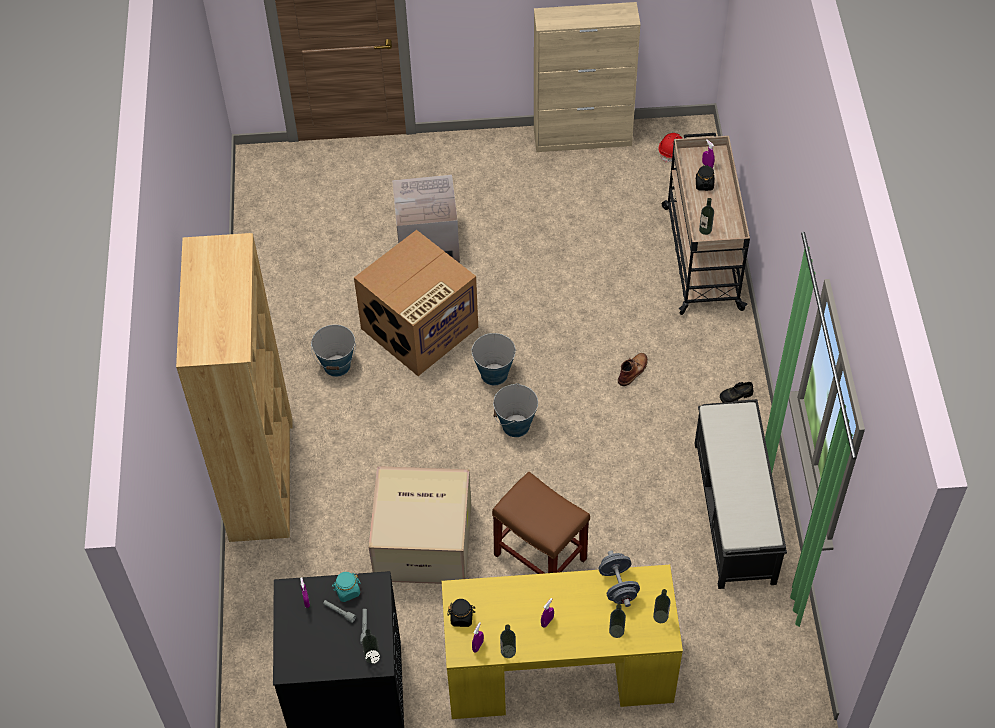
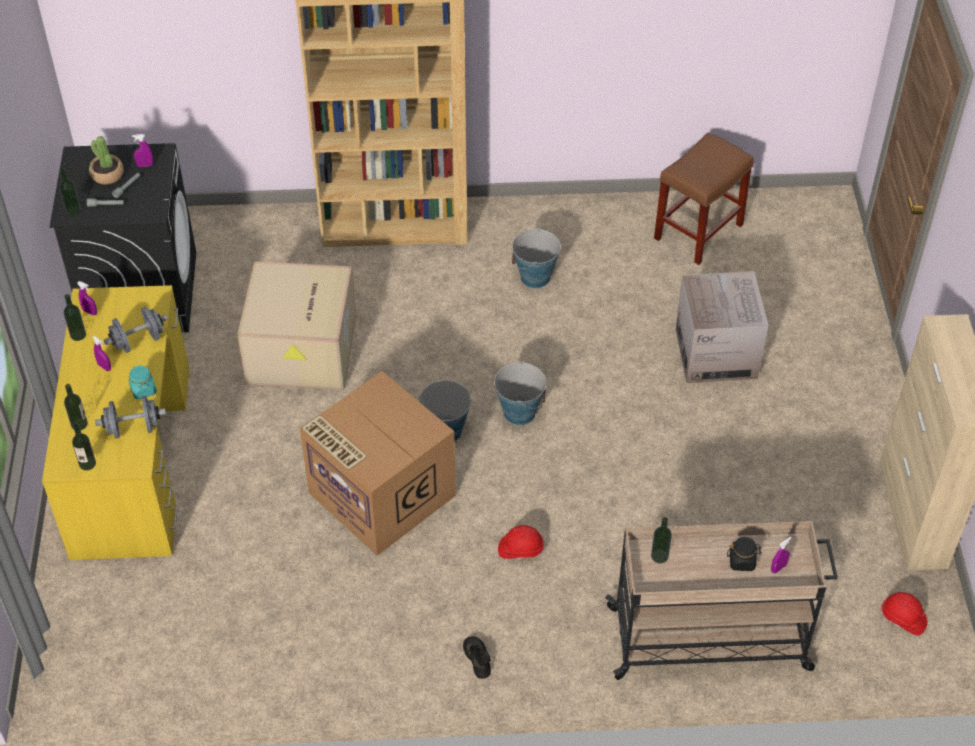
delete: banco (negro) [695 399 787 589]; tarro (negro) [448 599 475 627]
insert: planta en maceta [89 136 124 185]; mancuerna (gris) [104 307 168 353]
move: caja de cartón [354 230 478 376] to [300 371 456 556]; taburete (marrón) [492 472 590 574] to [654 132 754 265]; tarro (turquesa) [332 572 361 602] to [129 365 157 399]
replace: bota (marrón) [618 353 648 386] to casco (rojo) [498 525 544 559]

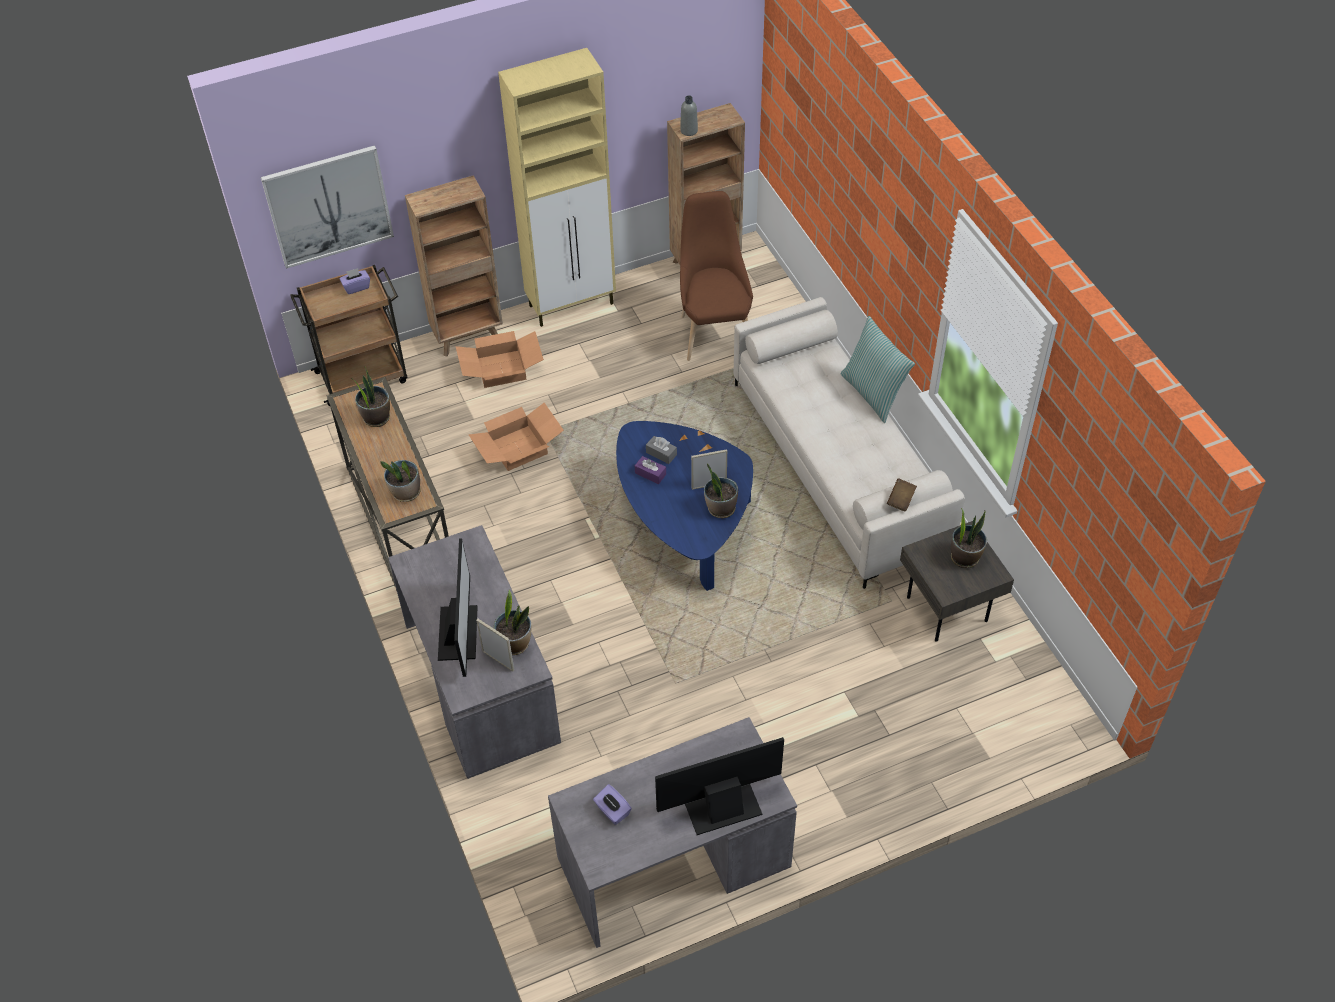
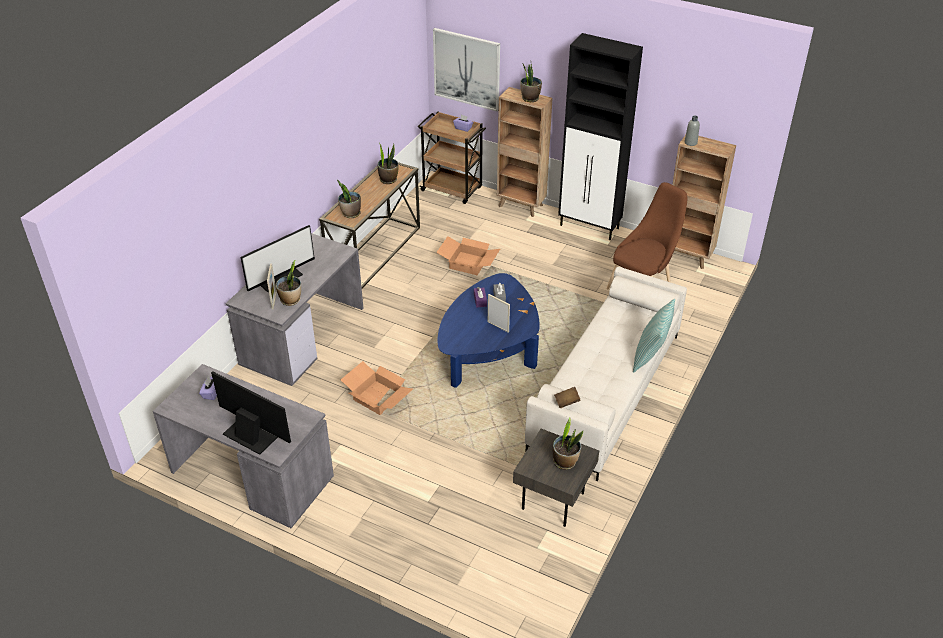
move: caja de cartón [455 331 544 388] to [341 361 413 415]; planta en maceta [704 464 738 519] to [520 64 542 102]
recolor: armario (beis) [498 48 616 327] to armario (negro) [558 33 643 240]

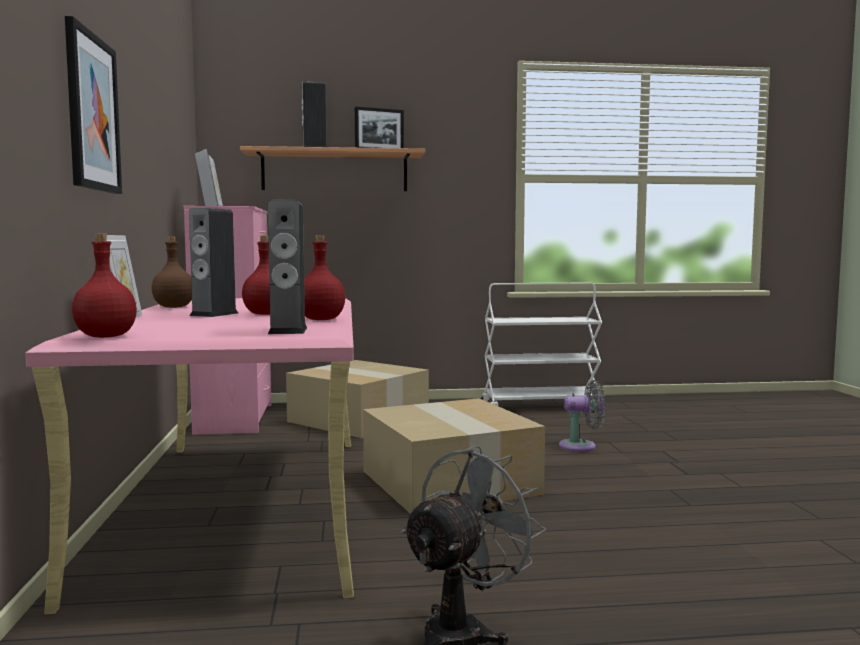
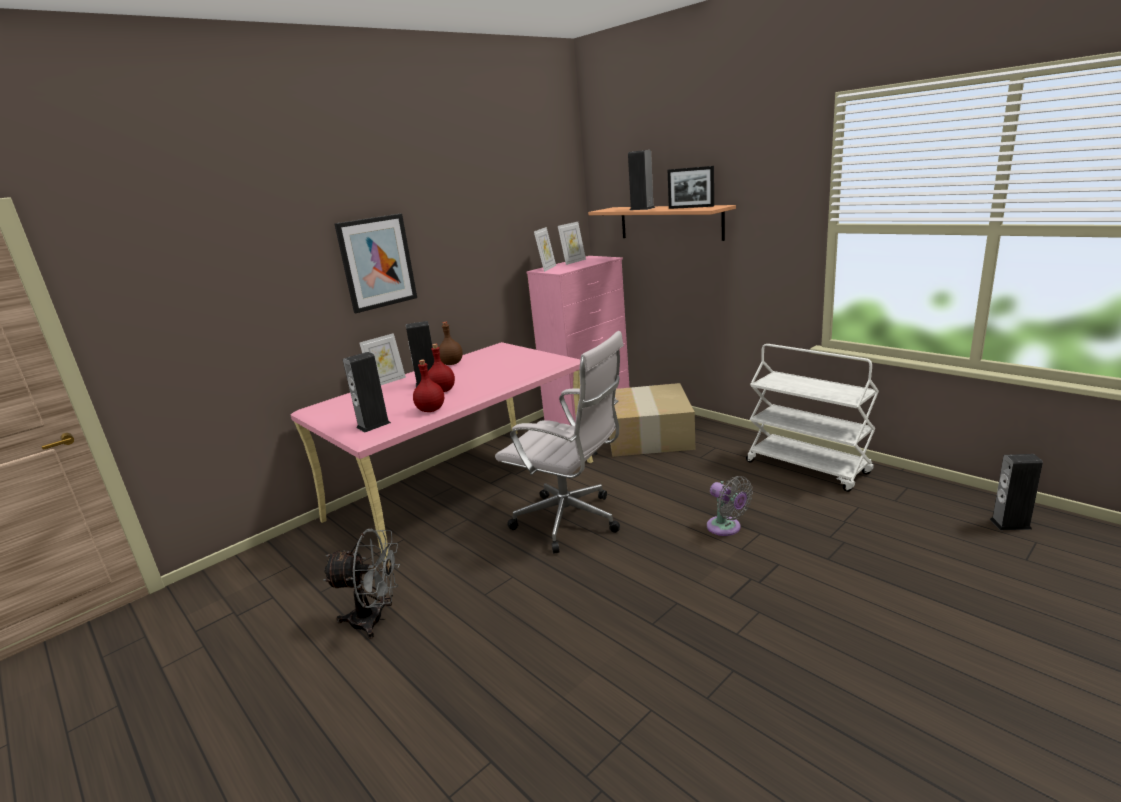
delete: botella (rojo) [72 233 137 338]
insert: altavoz [990 454 1043 530]
replace: caja de cartón [363 398 545 514] to silla de oficina (blanco) [495 331 624 554]

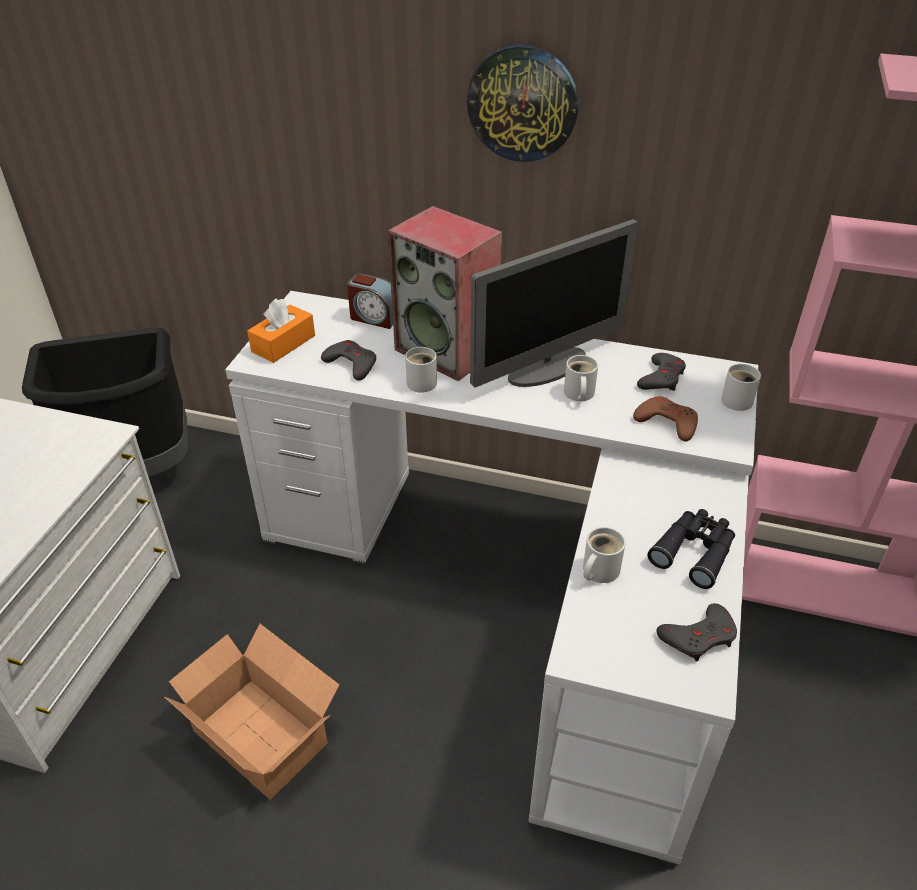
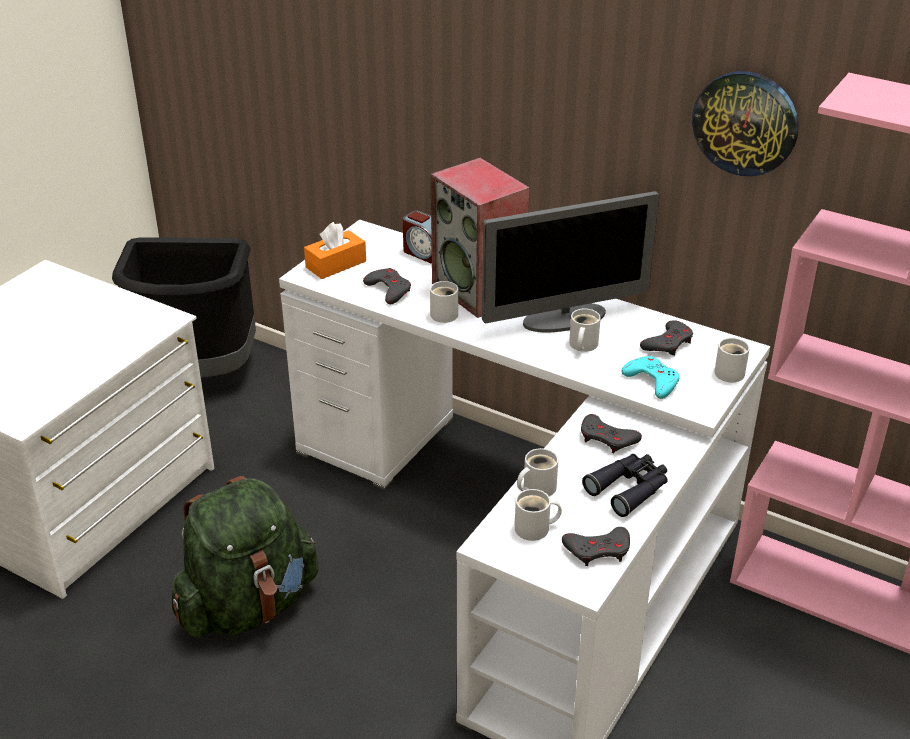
insert: mando de consola (gris) [581 414 642 453]; taza grande (blanco) [515 489 562 541]
move: reloj de pared [467 45 578 162] to [692 71 799 176]
replace: caja de cartón [165 624 339 800] to mochila (verde) [172 476 319 637]
recolor: mando de consola (marrón) [633 396 698 442] to mando de consola (turquesa) [621 356 680 399]

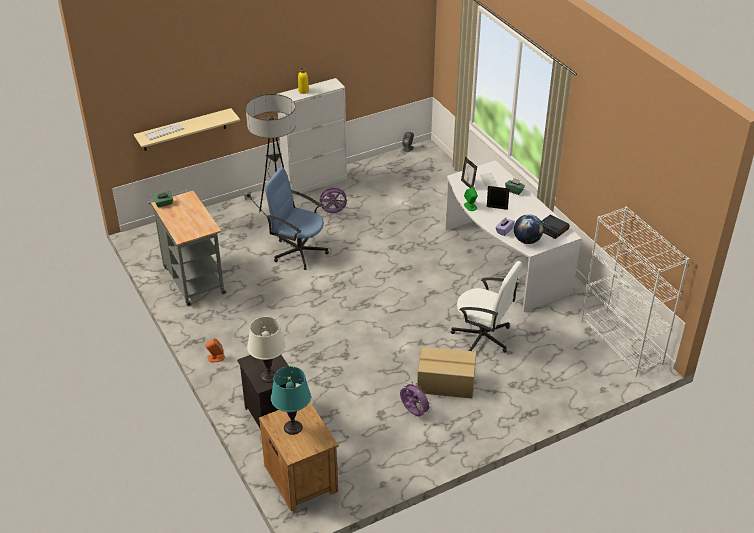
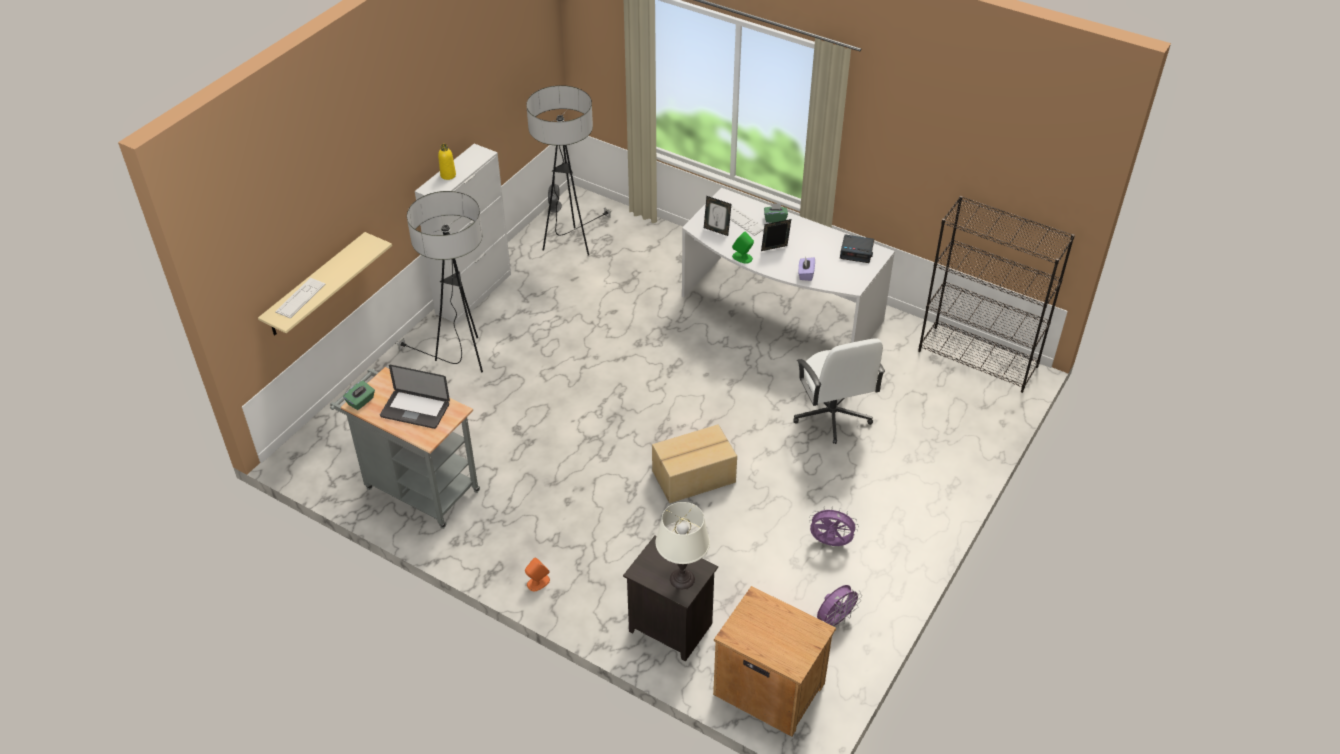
delete: silla de oficina (azul) [265 167 329 270]; globo terráqueo [514 214 544 244]; lámpara de mesa (turquesa) [271 366 311 435]
insert: lámpara de pie [526 85 611 256]; portátil [380 365 450 429]
move: ventilador (morado) [319 188 349 215] to [817 585 862 628]; caja de cartón [417 347 477 398] to [652 424 737 503]
recolor: estantería (blanco) [581 207 689 377] to estantería (negro) [918 196 1075 393]
rotate: silla de oficina (blanco) [451 261 522 353] = [793 338 885 444] 75 degrees clockwise

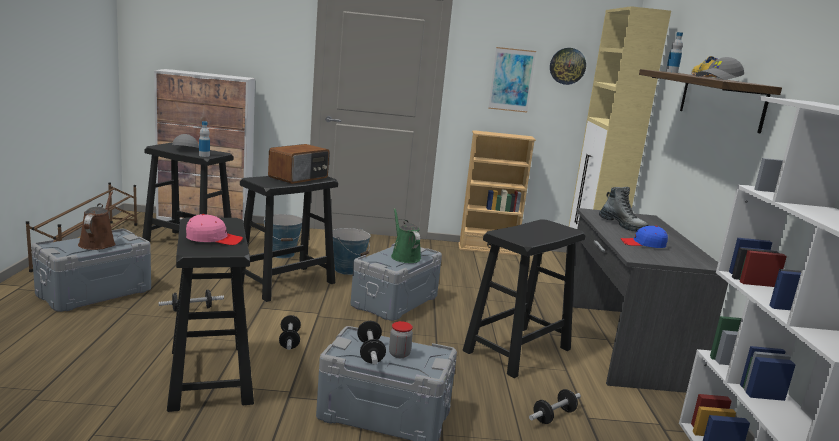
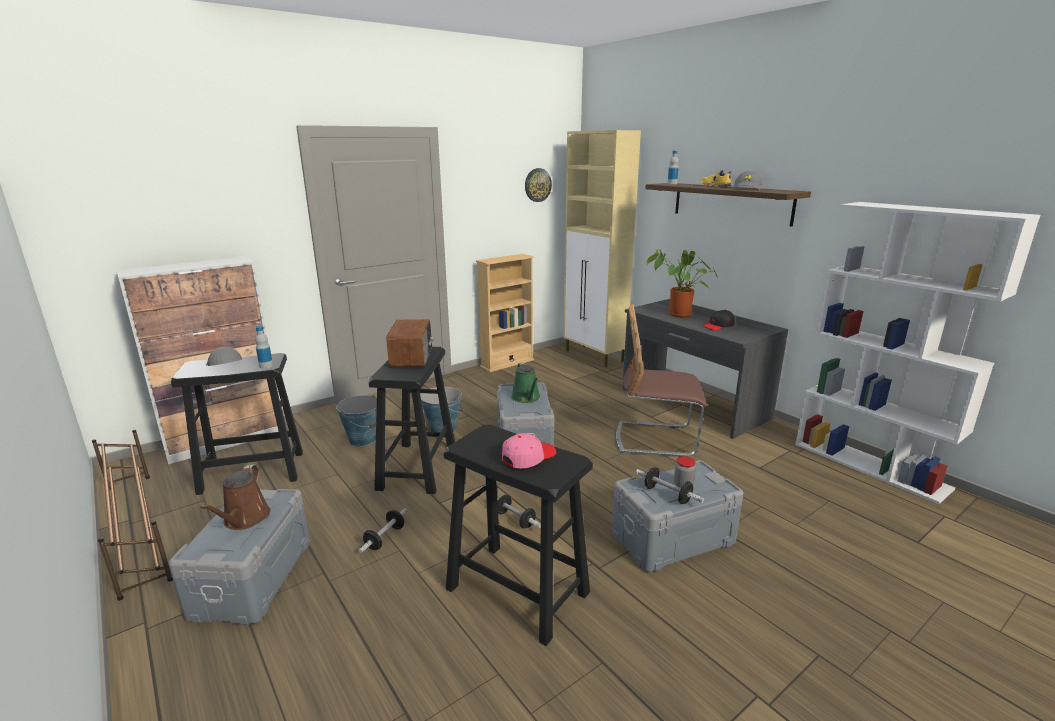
delete: cuadro [488 47 536 112]; mancuerna [529 389 581 424]
replace: bota [599 187 649 231] to planta en maceta [646 249 718 317]; taburete (negro) [463 219 586 378] to silla [616 304 707 457]
recolor: gorra (azul) [621 226 668 248] to gorra (negro) [702 310 735 330]
rotate: regadera (marrón) [78 192 115 250] = [200 465 270 530] 135 degrees counterclockwise; regadera (verde) [391 208 421 263] = [511 362 540 403] 135 degrees counterclockwise

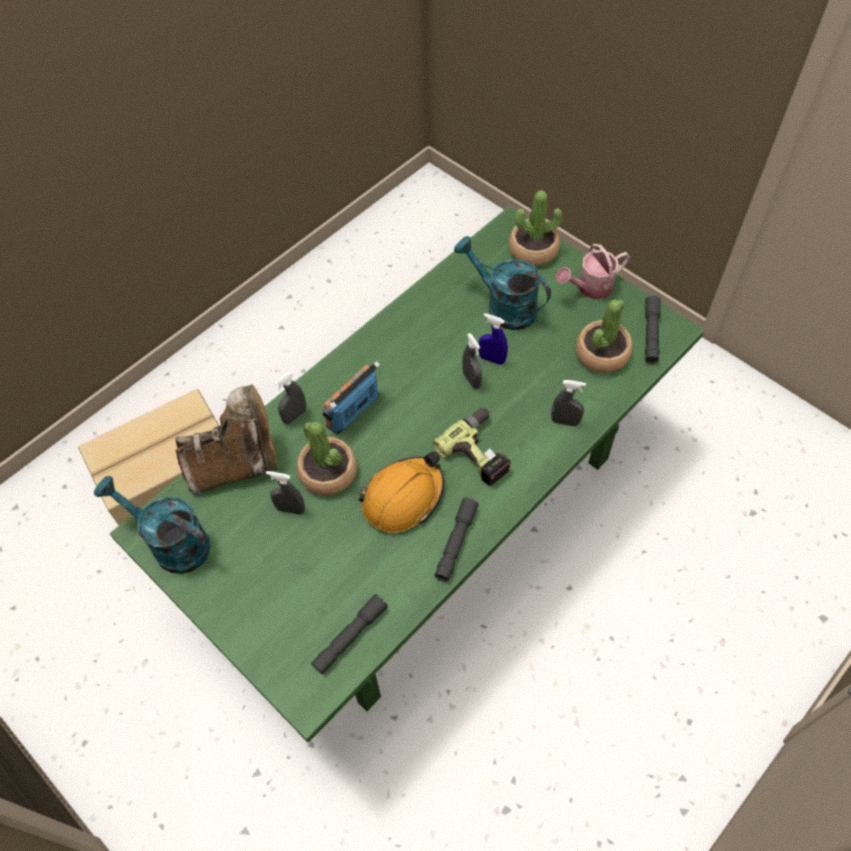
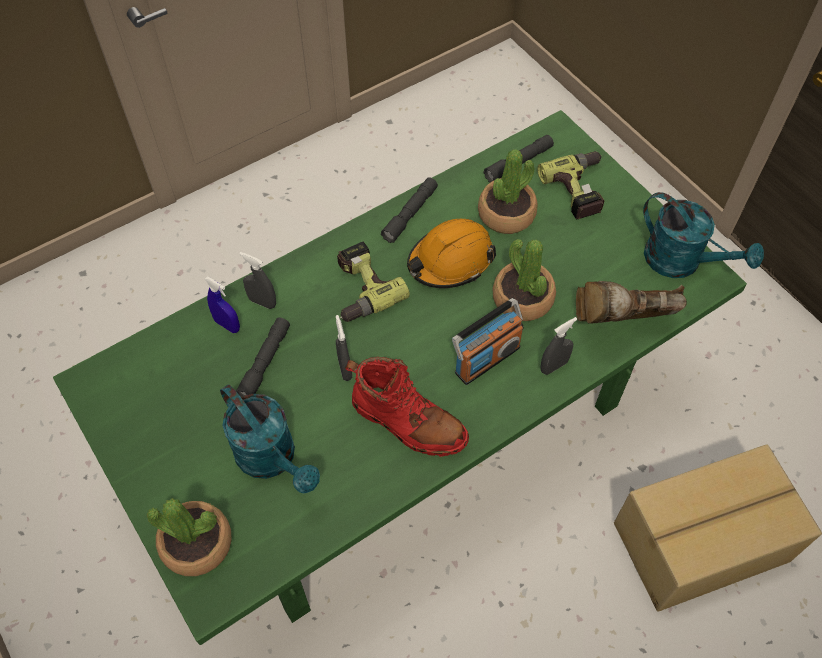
delete: regadera [556 244 630 299]; pulverizador (gris) [266 471 305 515]
insert: taladro [537 151 604 220]; bota (rojo) [345 357 469 457]
move: linterna (gris) [645 295 661 364] to [236 317 290 397]; planta en maceta [576 300 633 373] to [478 149 538 234]; pulverizador (azul) [479 313 508 365] to [205 276 240 333]

